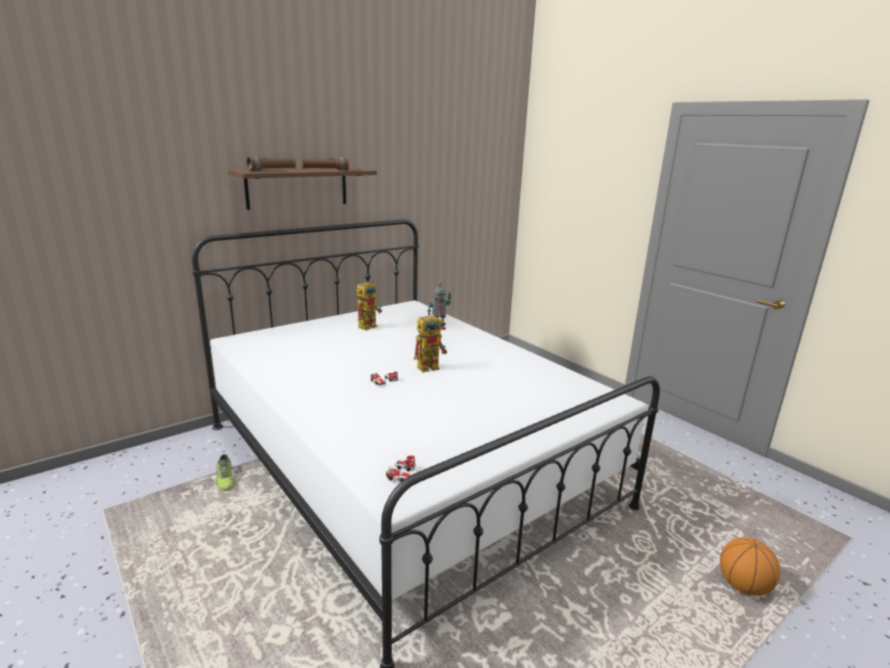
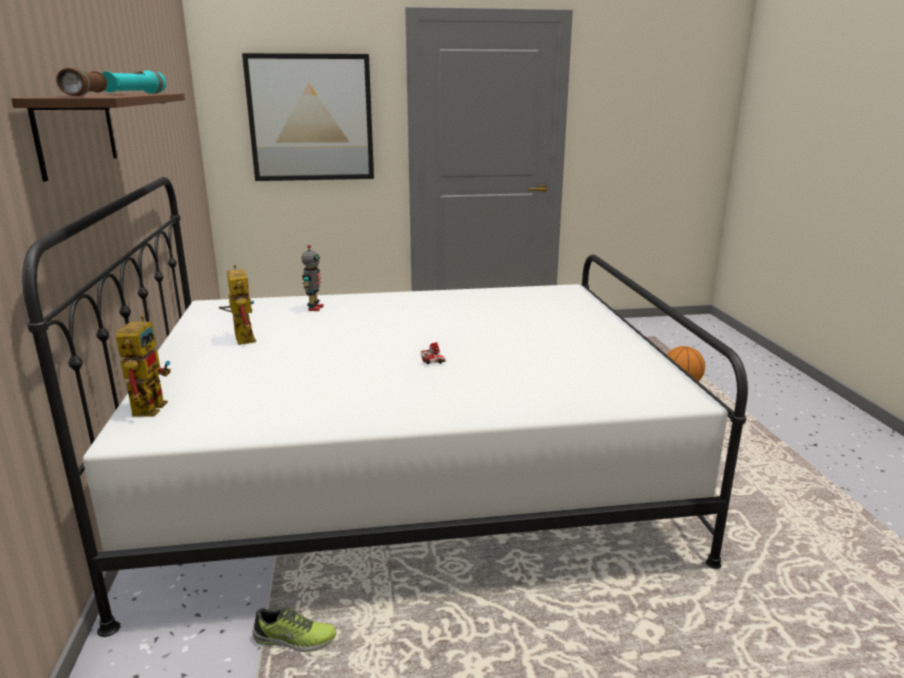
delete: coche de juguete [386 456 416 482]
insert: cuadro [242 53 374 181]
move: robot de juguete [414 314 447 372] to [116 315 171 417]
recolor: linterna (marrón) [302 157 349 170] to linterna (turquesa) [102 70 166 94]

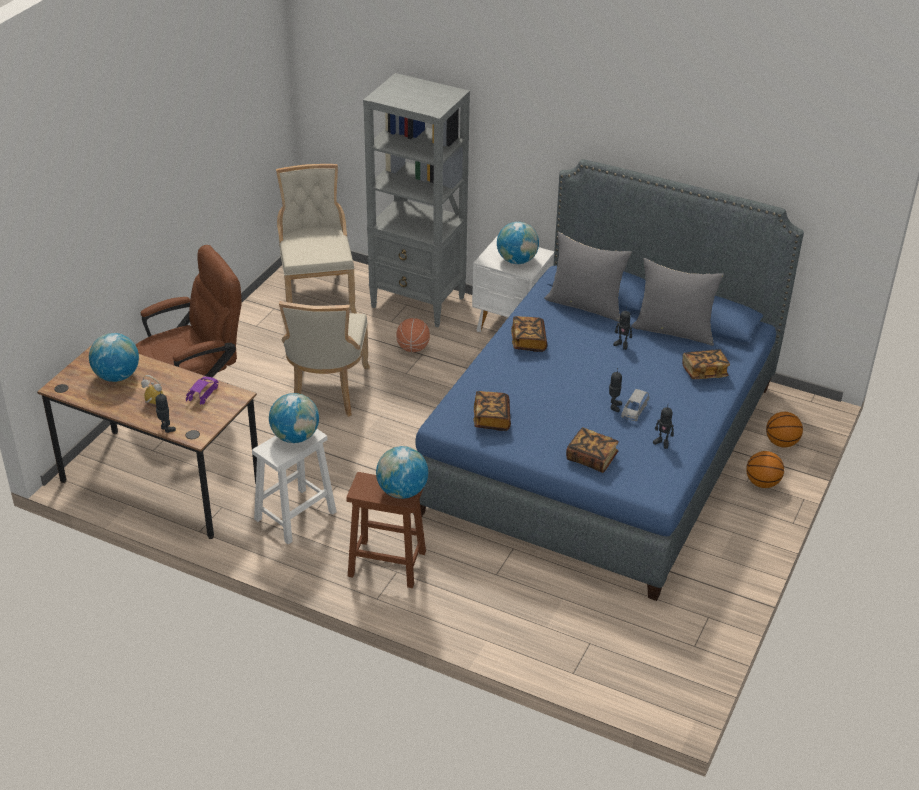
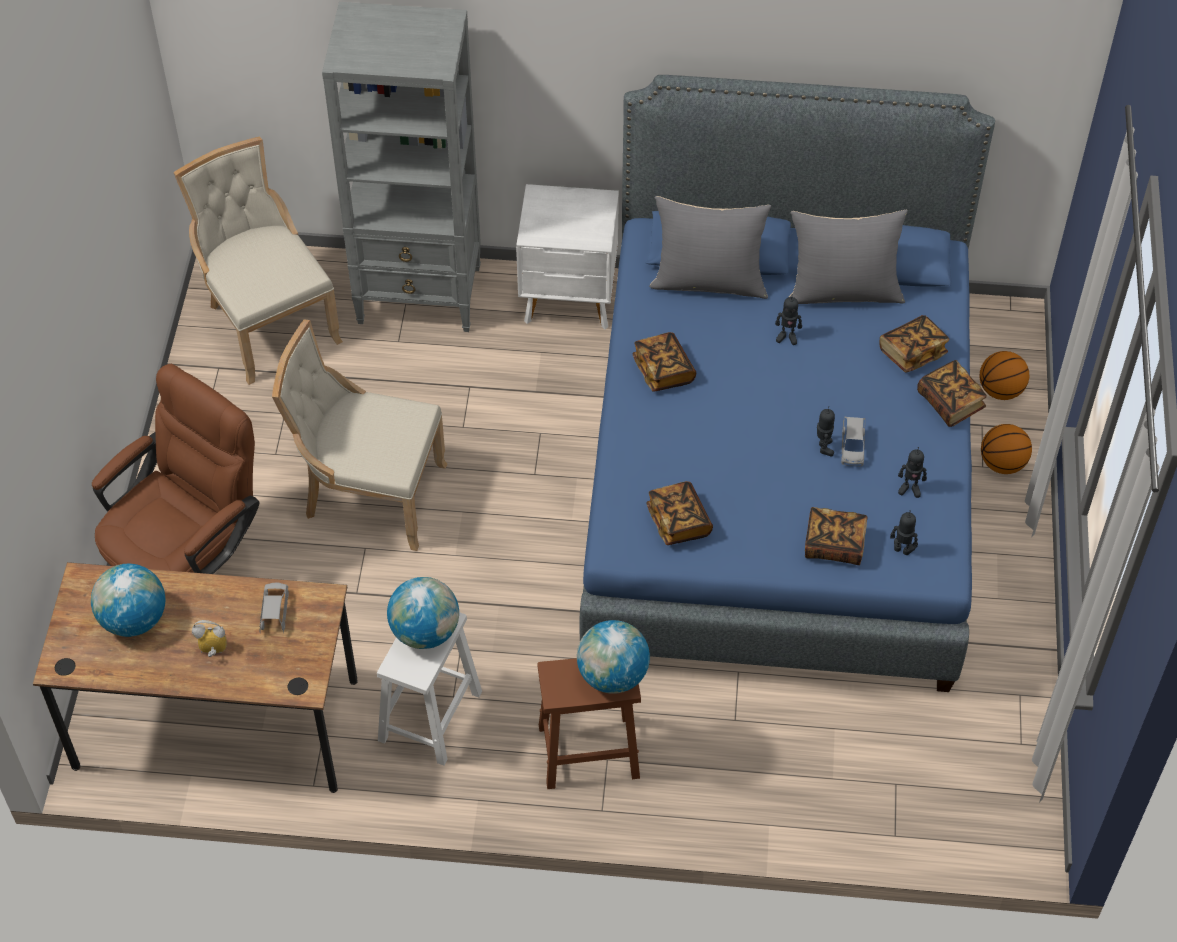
delete: globo terráqueo [497 222 539 264]; balón de baloncesto [396 318 430 352]
insert: libro [917 360 987 427]
move: robot de juguete [155 390 176 433] to [890 510 918 555]
recolor: coche de juguete (morado) [186 377 219 405] to coche de juguete (gris) [260 583 289 634]
rotate: silla (beis) [279 301 370 417] = [272 320 447 551] 120 degrees clockwise

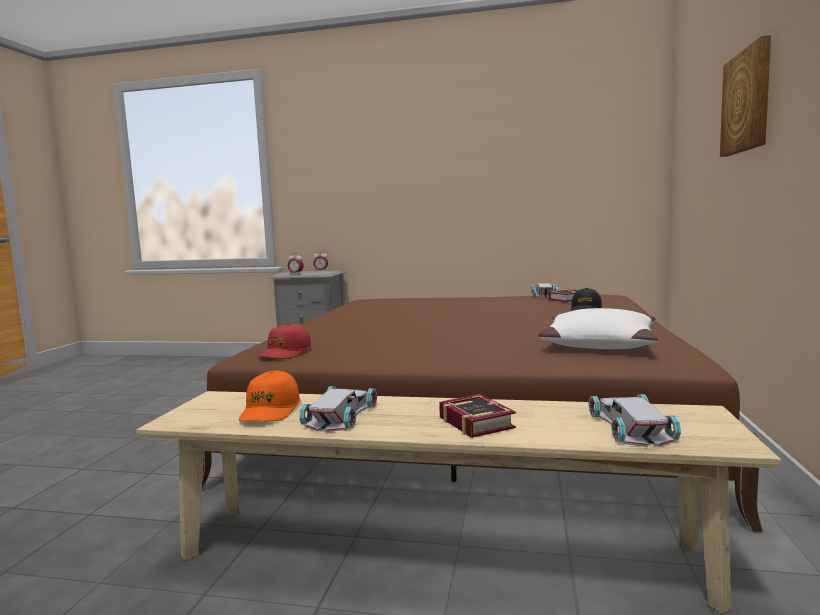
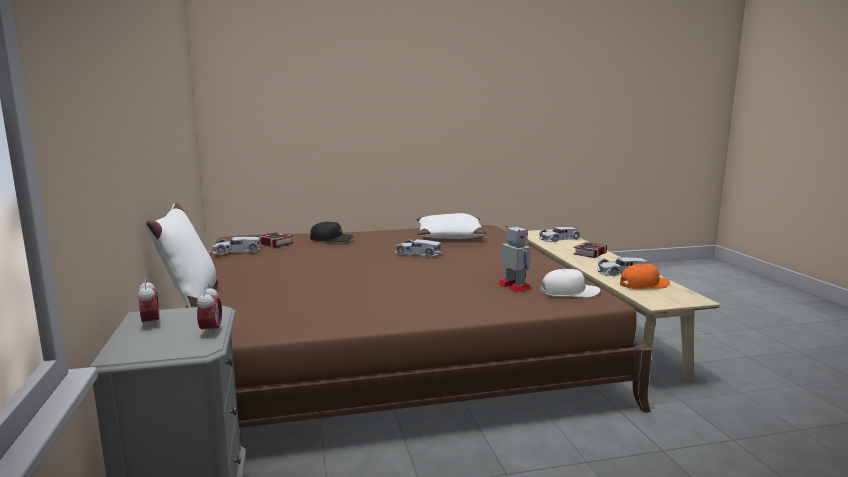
delete: cuadro [720 35 771 157]
insert: cojín (blanco) [145 203 218 308]; robot de juguete [497 226 532 292]; coche de juguete (blanco) [395 239 442 258]
recolor: gorra (rojo) [258 323 311 359] to gorra (blanco) [540 269 600 298]

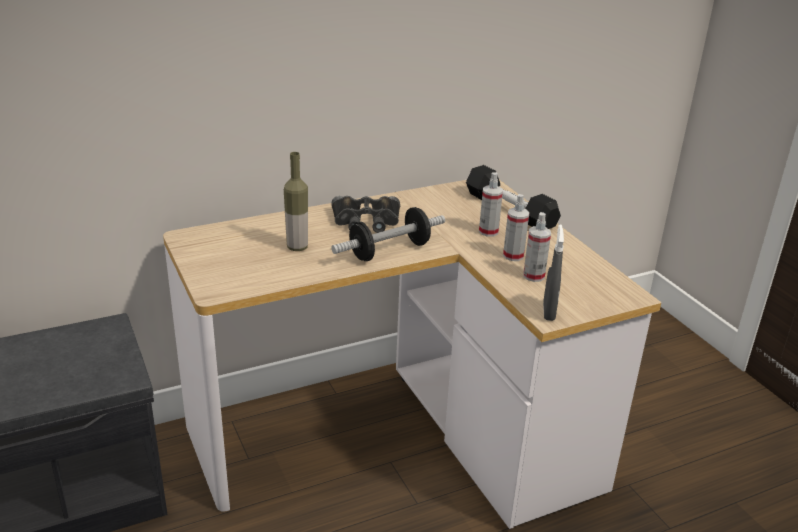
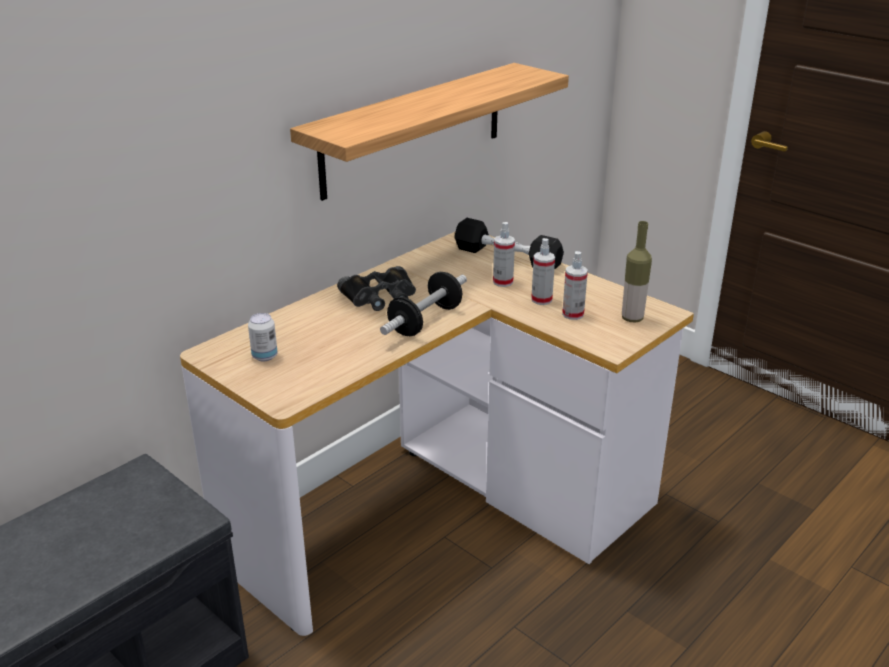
delete: pulverizador (gris) [543 224 564 321]
insert: estante [290 63 569 201]; lata [248 313 278 361]
move: botella [284 152 308 251] to [622 221 652 323]

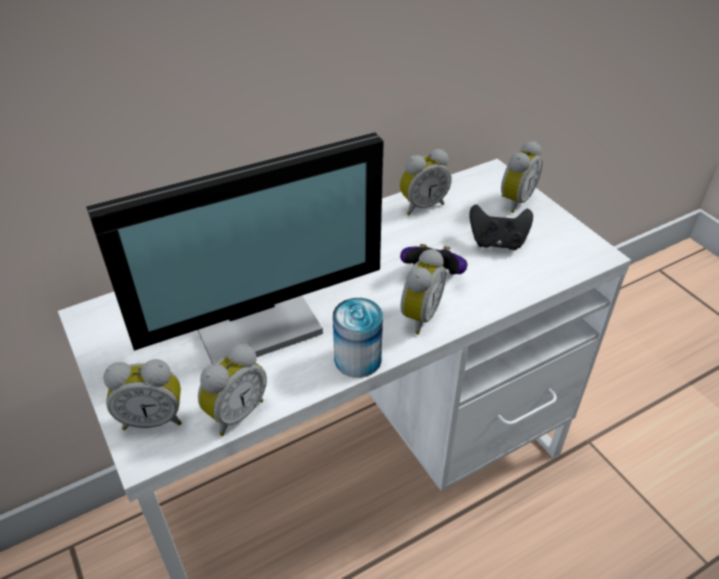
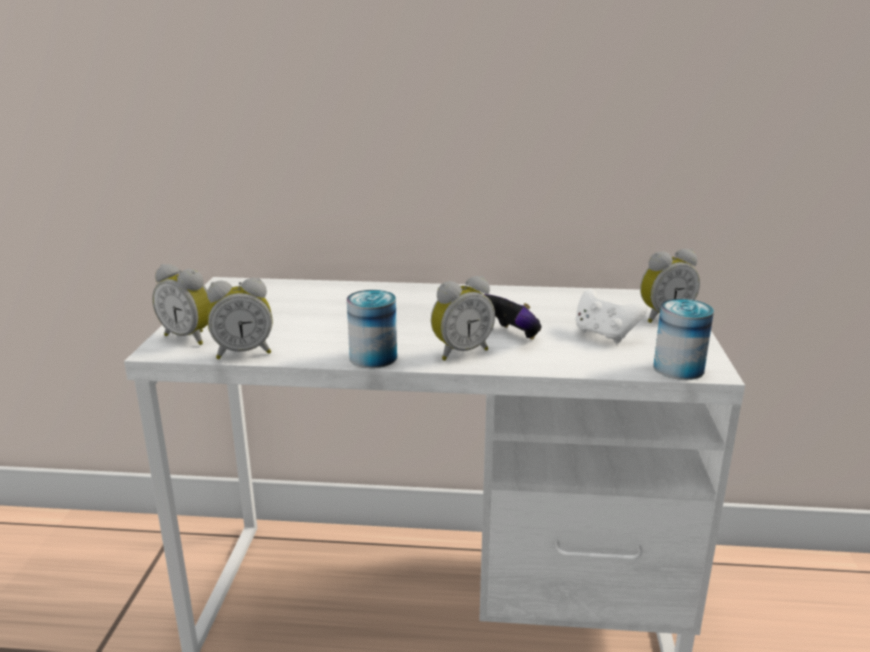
delete: monitor [86 132 384 364]; despertador [400 149 452 215]
insert: lata [653 299 714 380]
recolor: mando de consola (negro) [469 204 533 250] to mando de consola (blanco) [576 289 647 343]

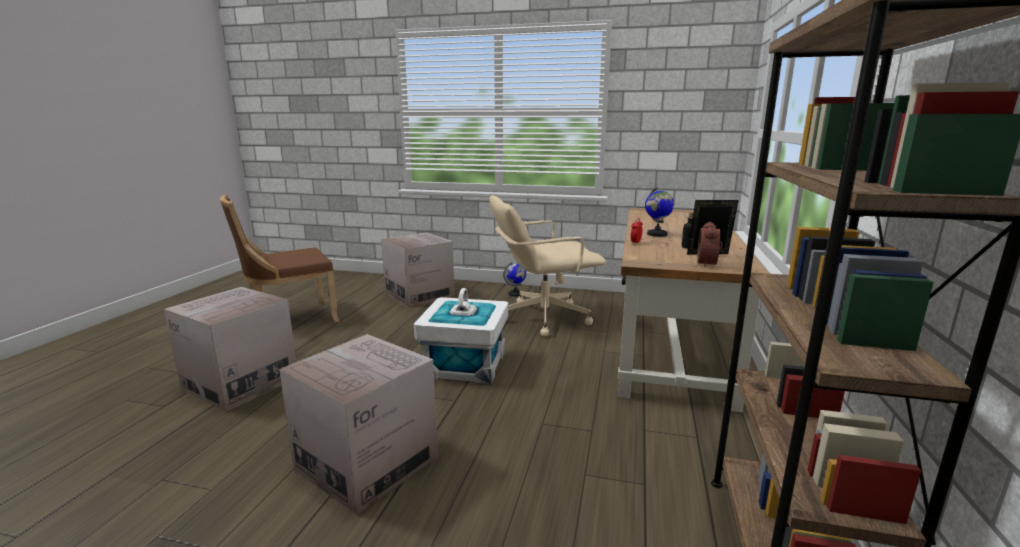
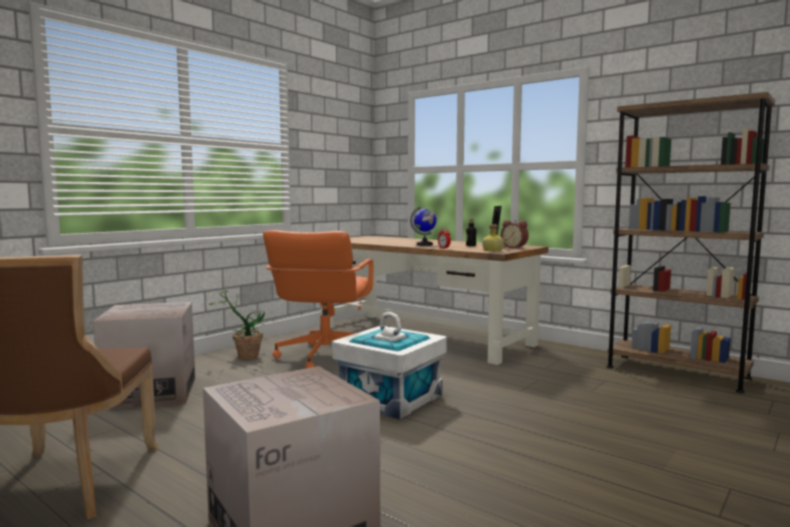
delete: caja de cartón [279 334 438 515]
insert: botella [482 224 504 251]
replace: globo terráqueo [503 262 526 297] to planta en maceta [209 289 267 359]
recolor: silla de oficina (beis) [489 195 606 337] to silla de oficina (naranja) [263 230 374 368]

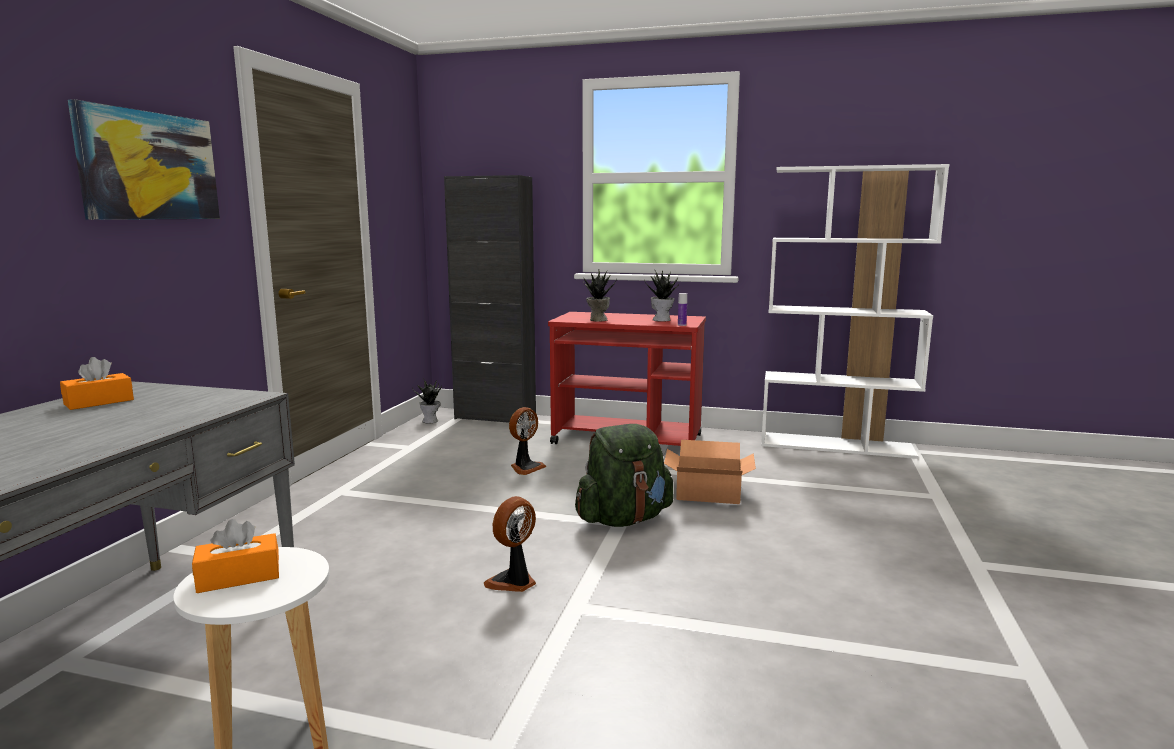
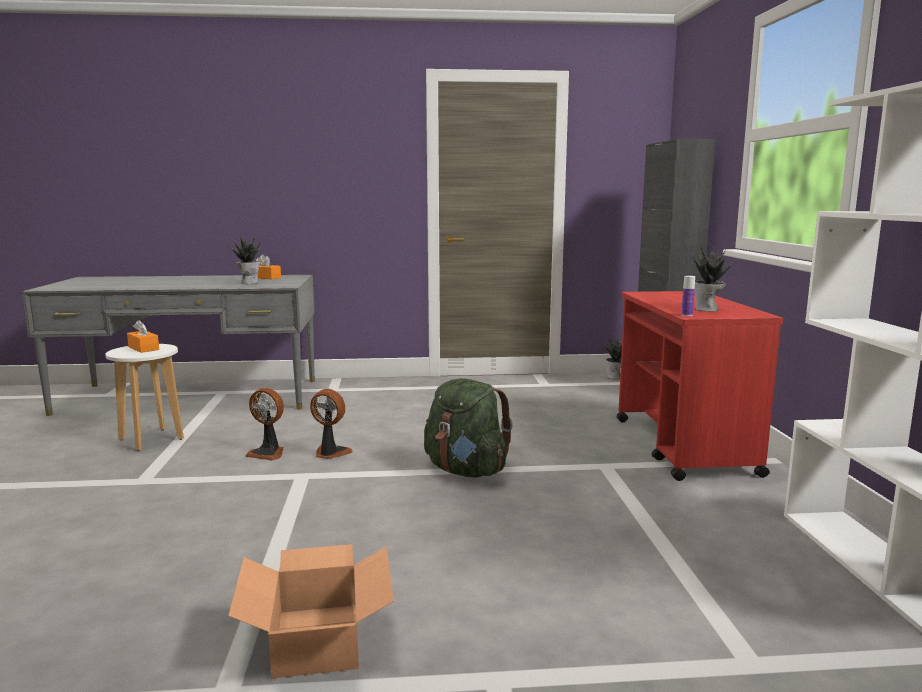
delete: cuadro [68 99 220 220]
move: planta en maceta [583 269 617 321] to [228 235 261 284]; ventilador [509 407 547 475] to [245 388 284 461]; caja de cartón [664 440 756 504] to [228 544 394 679]

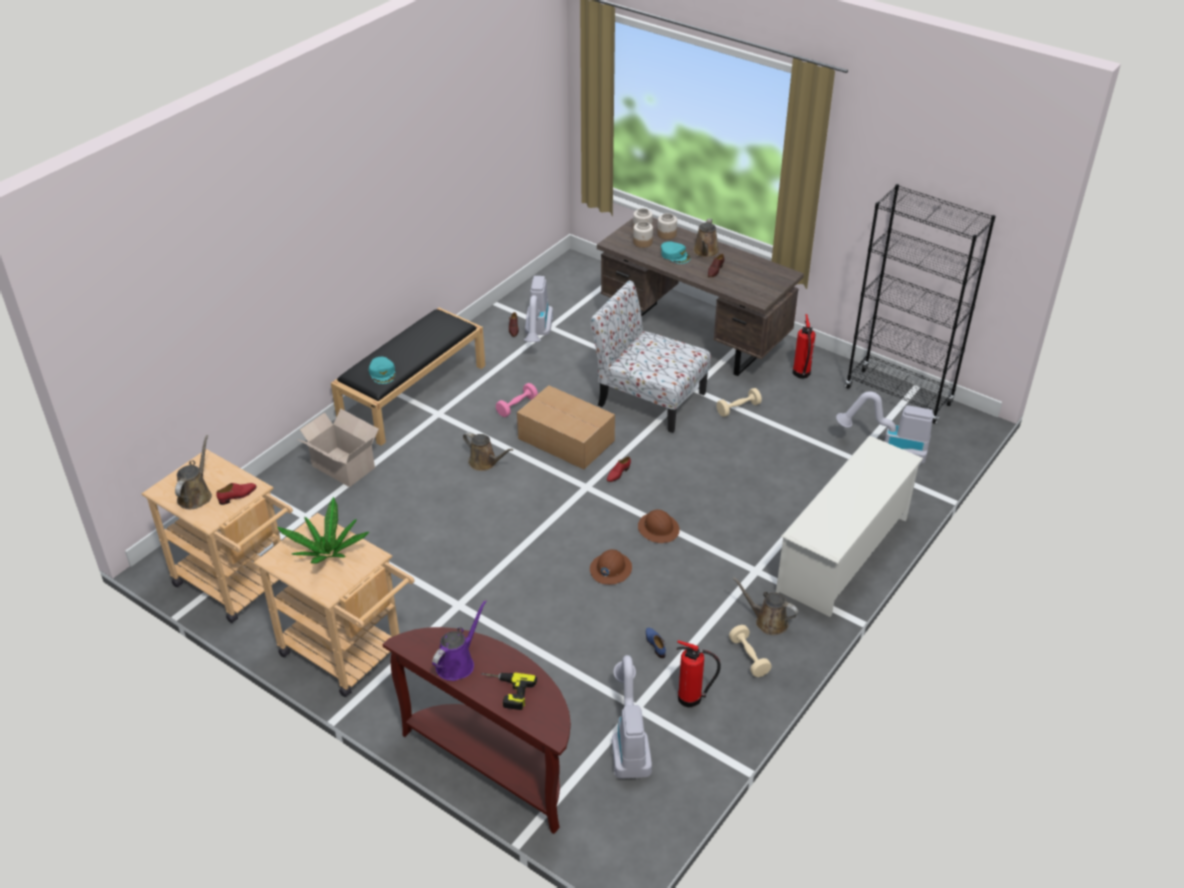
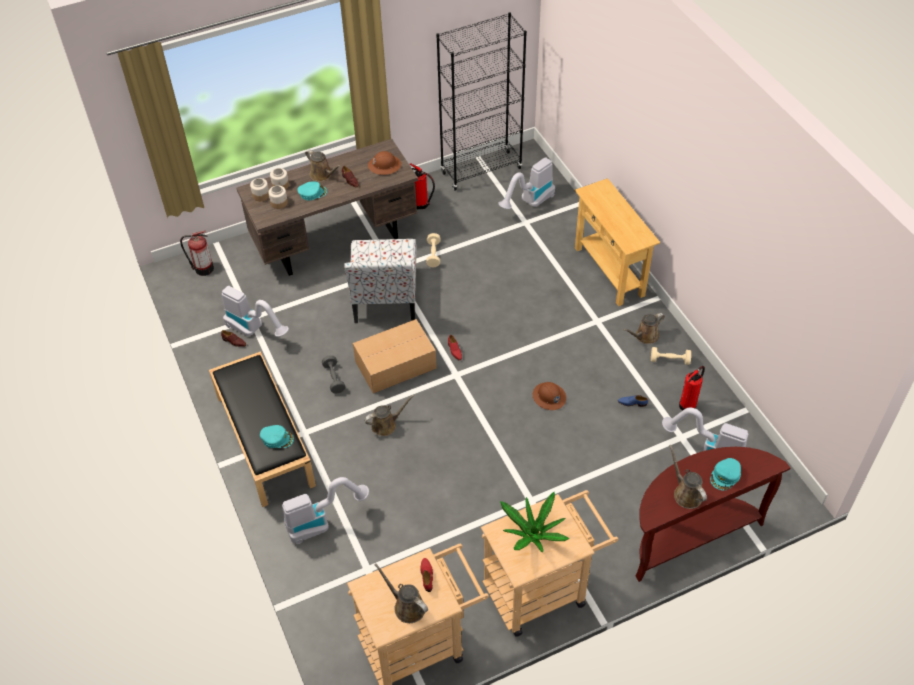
insert: extintor [180 231 214 276]
move: casco (marrón) [638 509 680 543] to [368 151 401 175]
replace: caja de cartón [297 409 379 487] to aspiradora [282 477 369 544]; zapatero (blanco) [776 436 923 617] to mesa consola (beis) [575 178 660 306]; taladro [481 672 537 710] to gorra (turquesa) [710 458 741 491]
recolor: mancuerna (rosa) [496 383 538 417] to mancuerna (gris) [322 355 345 394]; regadera (morado) [432 600 487 681] to regadera (marrón) [669 445 707 509]
rotate: silla [590 280 711 433] = [344 239 417 323] 60 degrees counterclockwise

